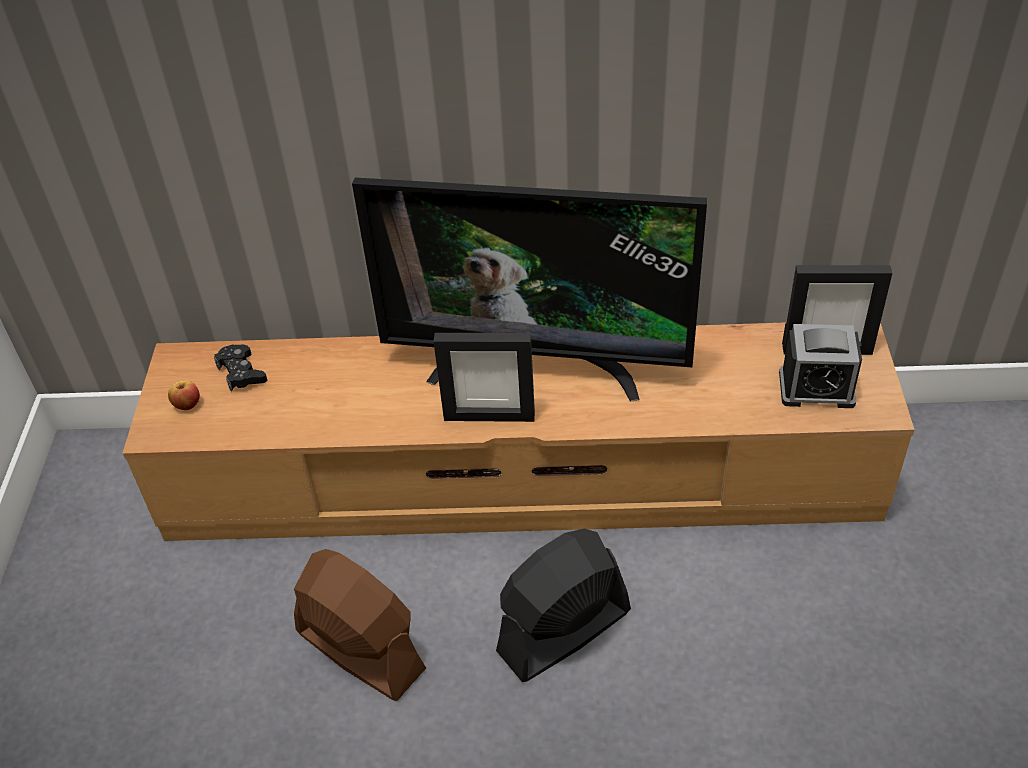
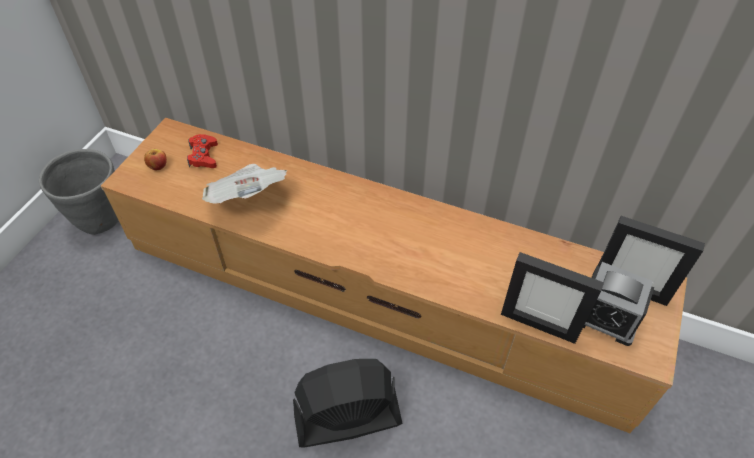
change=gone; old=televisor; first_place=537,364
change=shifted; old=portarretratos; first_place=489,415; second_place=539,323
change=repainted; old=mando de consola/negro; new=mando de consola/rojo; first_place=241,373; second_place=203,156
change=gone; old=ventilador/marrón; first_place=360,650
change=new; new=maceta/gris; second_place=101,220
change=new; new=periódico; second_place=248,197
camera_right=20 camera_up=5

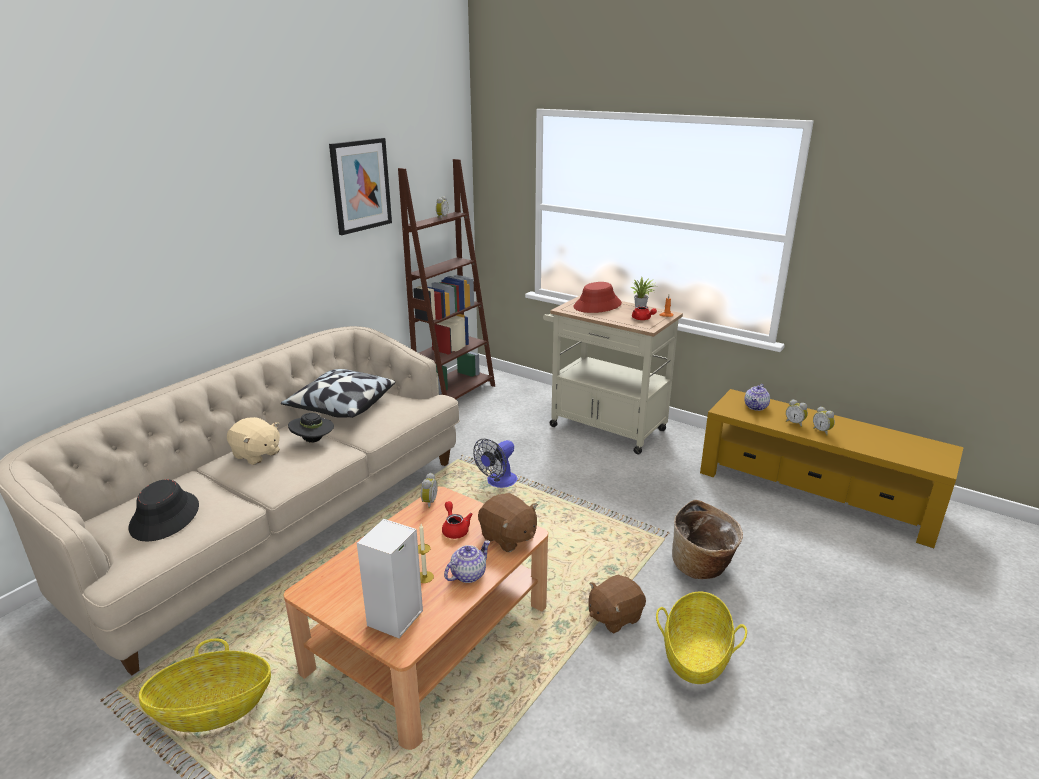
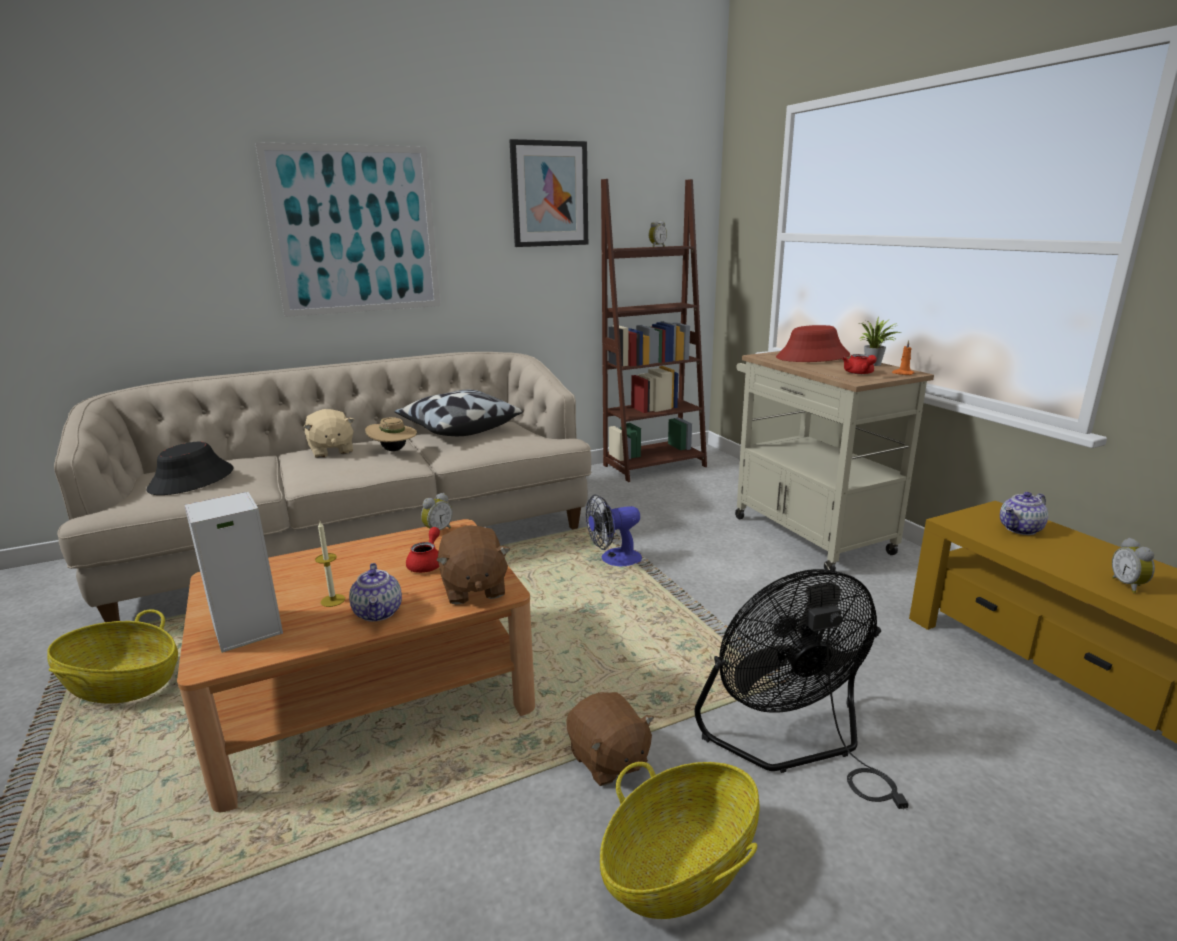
change=gone; old=despertador; first_place=795,423
change=repainted; old=sombrero/negro; new=sombrero/beis; first_place=313,441; second_place=393,450
change=swapped; old=cesta; new=ventilador/negro; first_place=702,567; second_place=804,743
change=rotated; old=tetera; first_place=468,574; second_place=379,613; degrees=90
change=rotated; old=peluche/marrón; first_place=614,616; second_place=608,760; degrees=-120
change=new; new=cuadro; second_place=355,231
camera_right=30 camera_up=-5

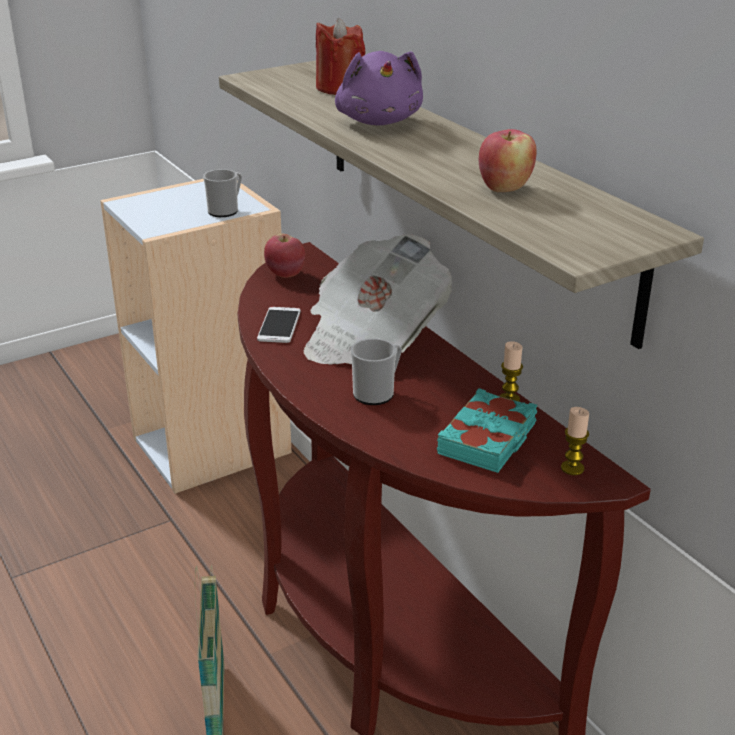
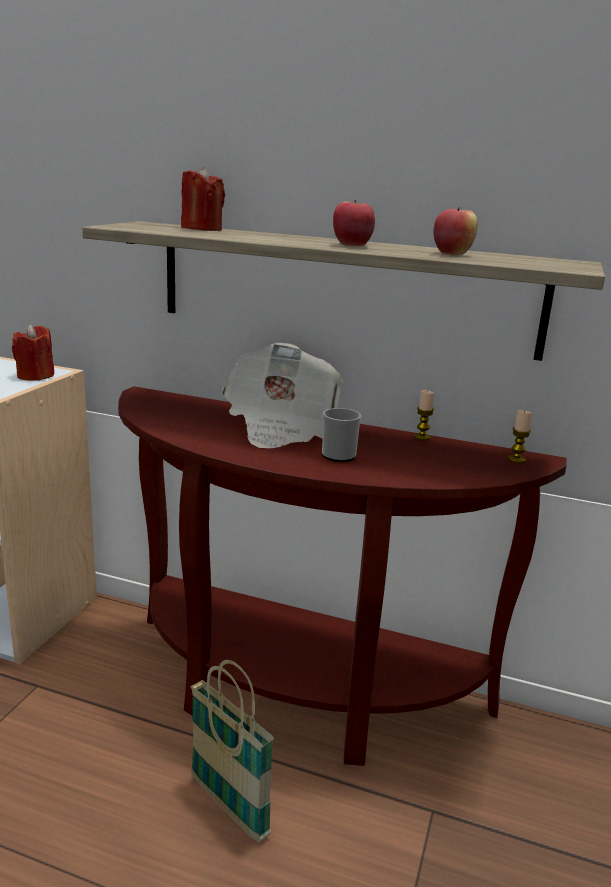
change=gone; old=peluche/morado; first_place=379,121
change=swapped; old=taza grande; new=vela/rojo; first_place=226,210; second_place=35,376
change=shifted; old=manzana; first_place=285,274; second_place=352,245
change=gone; old=móvil; first_place=279,325
change=gone; old=libro/turquesa; first_place=488,439
camera_right=-40 camera_up=-10

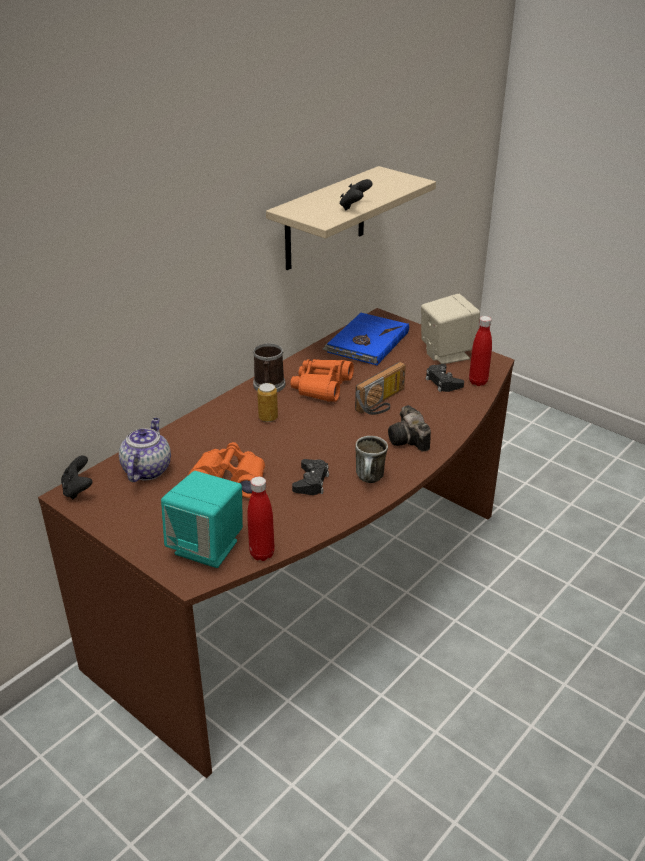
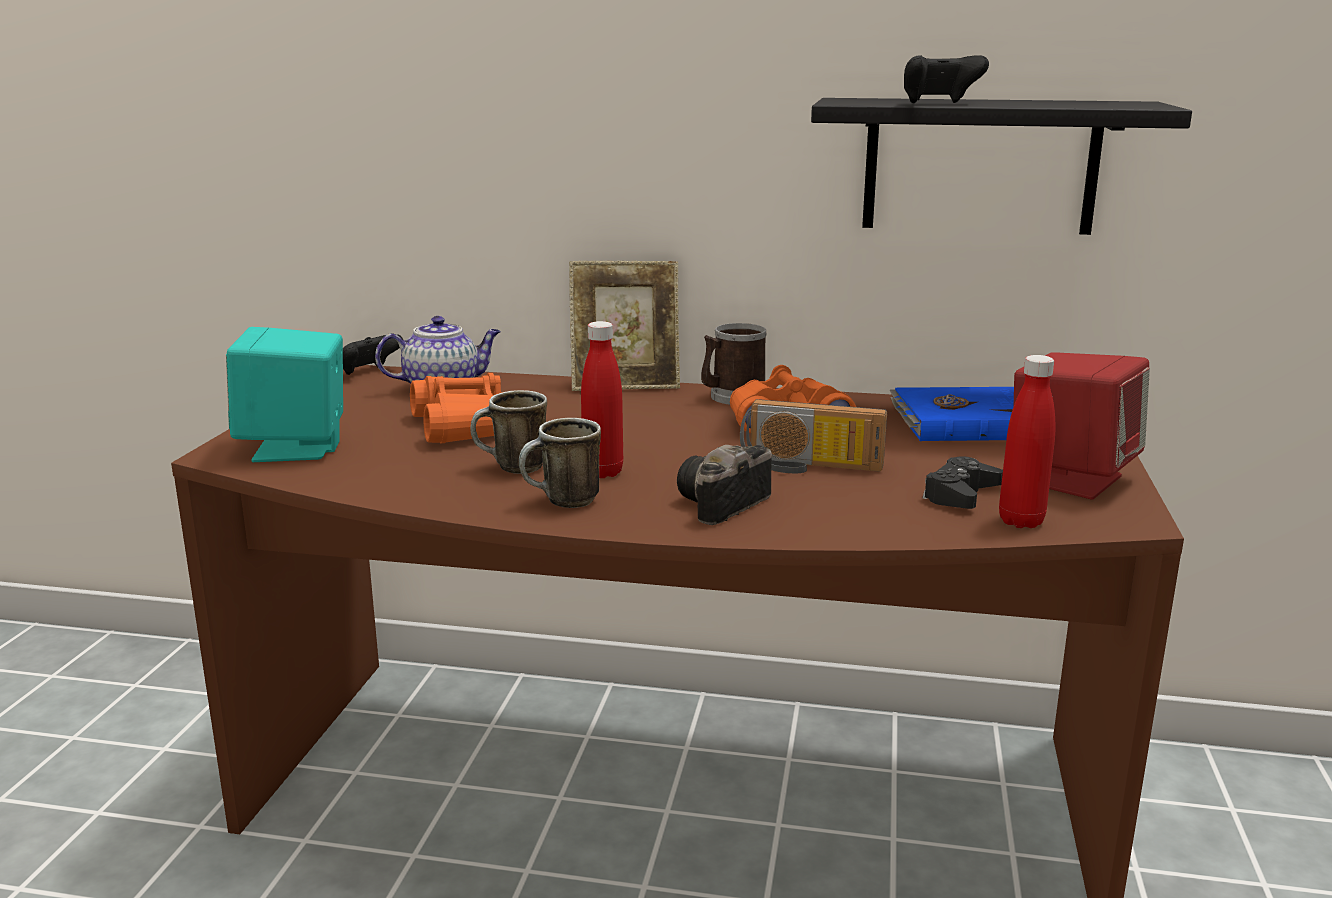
change=repainted; old=estante/beis; new=estante/negro; first_place=325,219; second_place=980,166
change=repainted; old=altavoz/beis; new=altavoz/rojo; first_place=446,353; second_place=1070,478
change=gone; old=lata; first_place=268,418
change=swapped; old=mando de consola/negro; new=taza grande; first_place=311,482; second_place=511,468
change=shifted; old=botella/rojo; first_place=262,554; second_place=603,472
change=new; new=portarretratos; second_place=625,384
camera_right=60 camera_up=-15

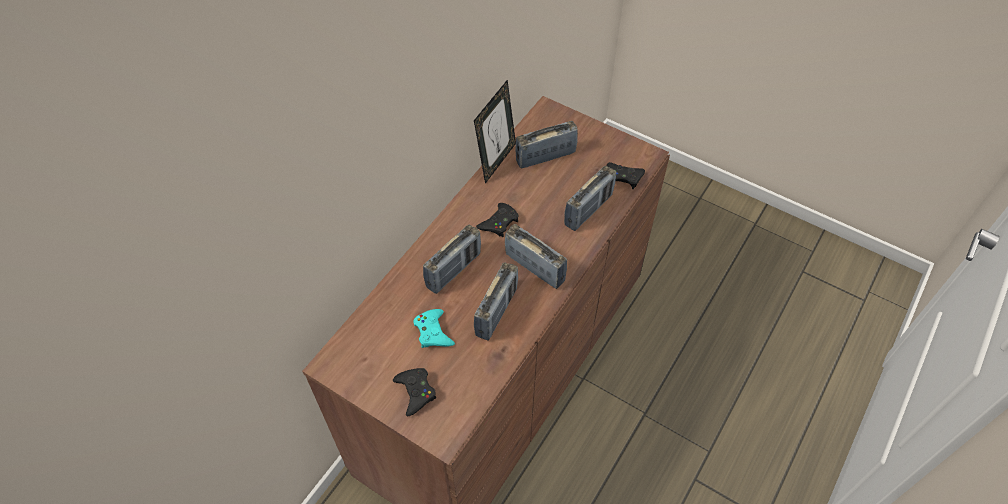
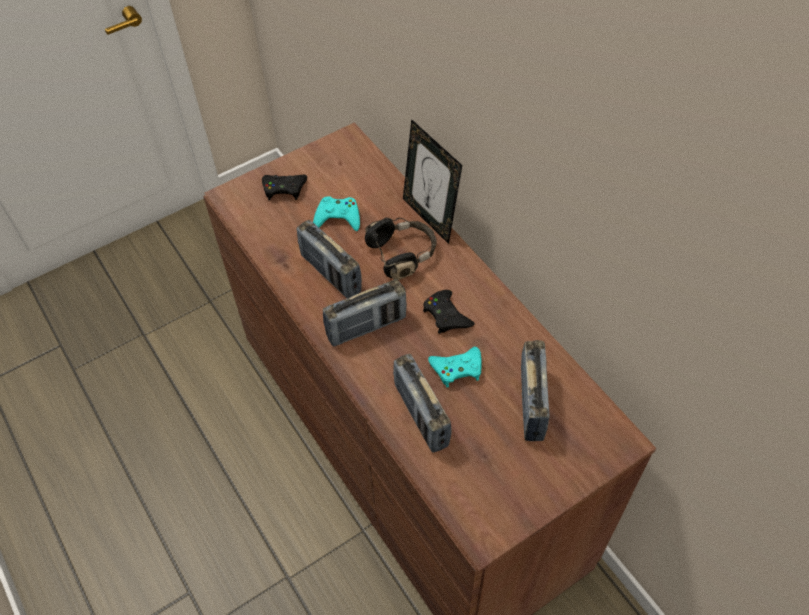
change=shifted; old=portarretratos; first_place=496,161; second_place=430,218
change=gone; old=mando de consola/negro; first_place=623,177
change=swapped; old=radio; new=auriculares/negro; first_place=453,270; second_place=402,254
change=new; new=mando de consola/turquesa; second_place=457,369
camera_right=115 camera_up=0

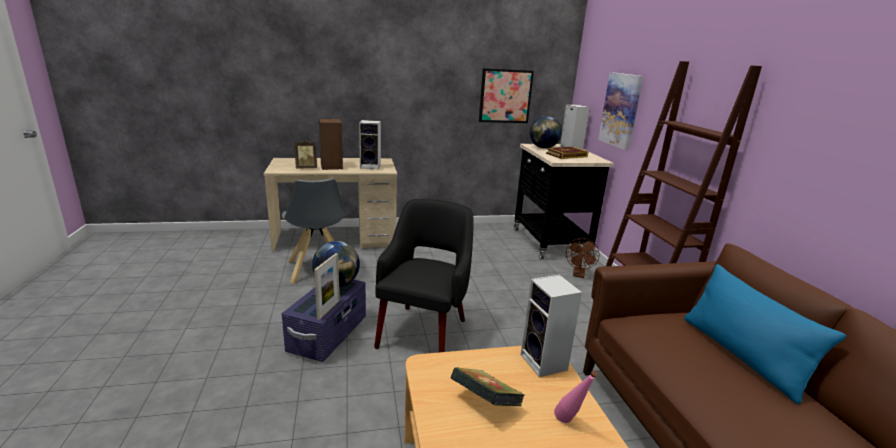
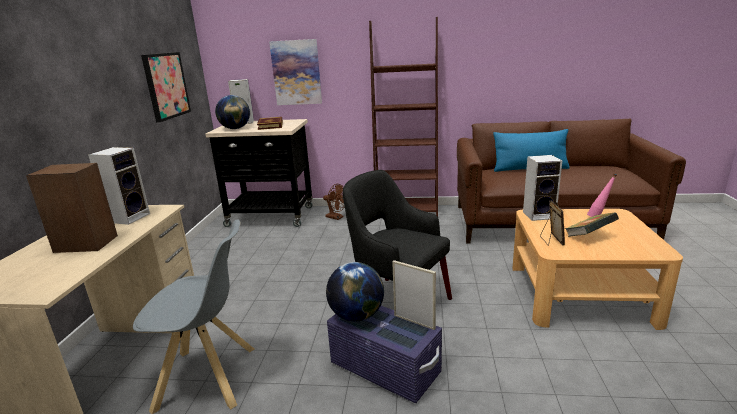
change=shifted; old=portarretratos; first_place=306,168; second_place=551,241
camera_right=-70 camera_up=0

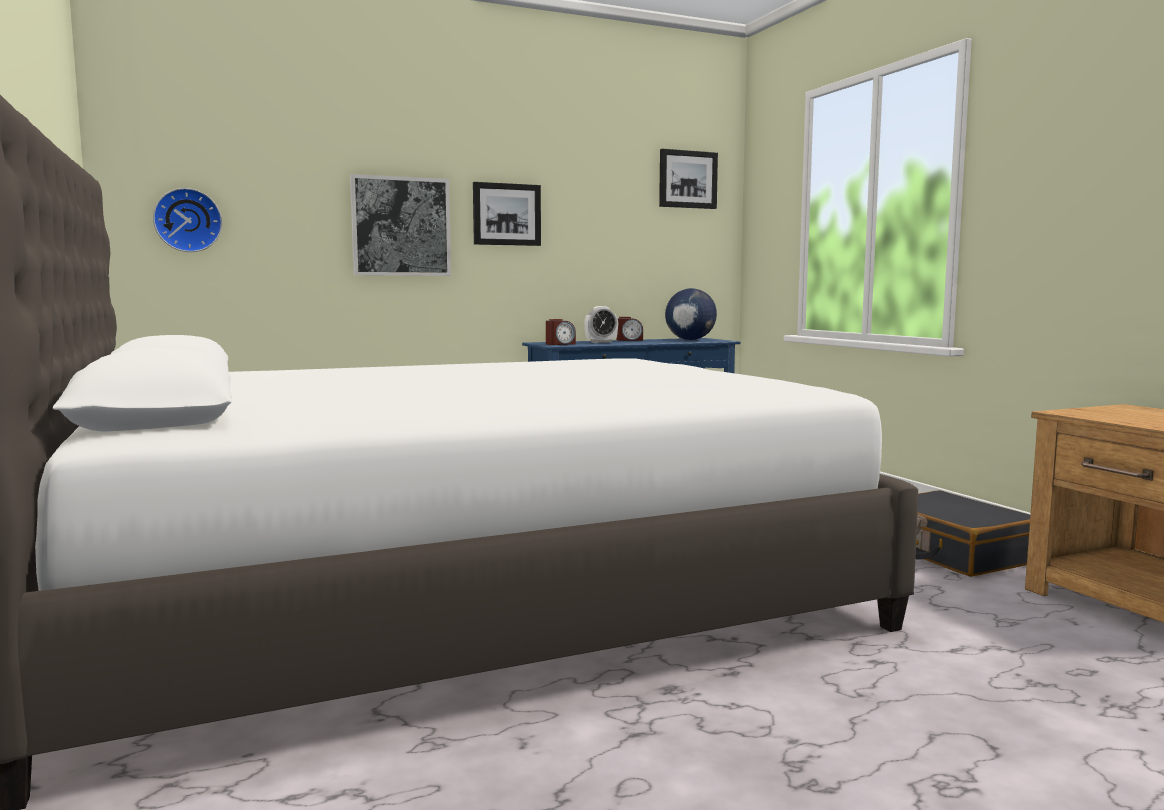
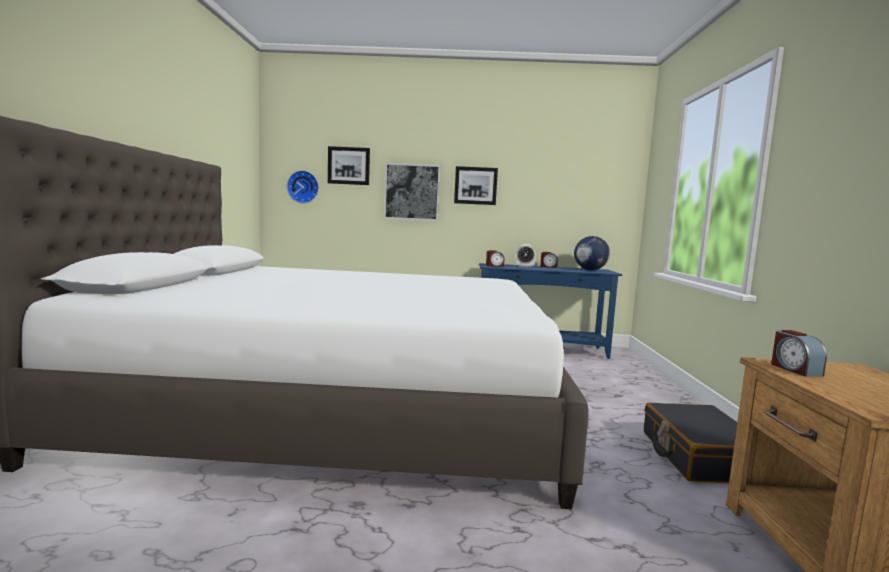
change=shifted; old=cuadro; first_place=687,179; second_place=349,166
change=new; new=despertador; second_place=795,369
camera_right=25 camera_up=0

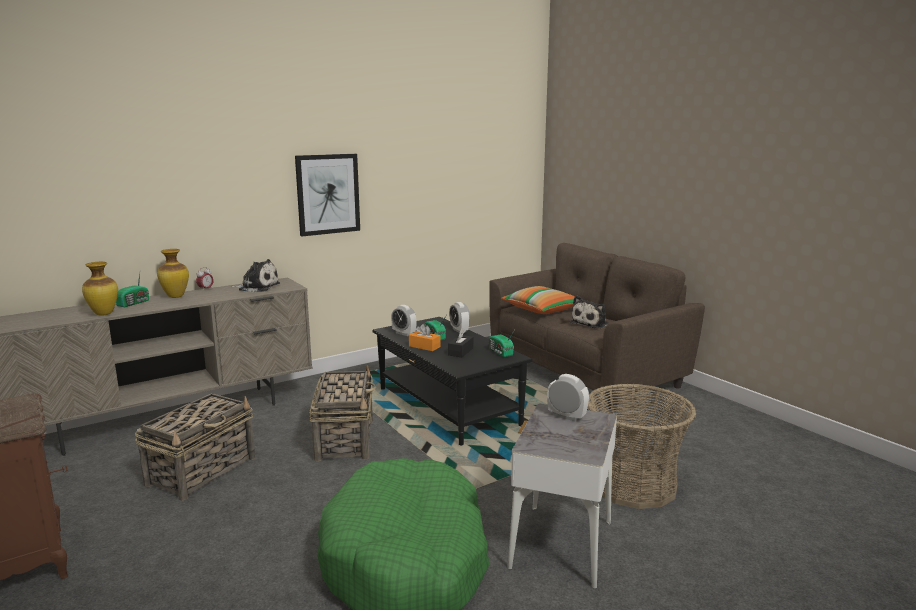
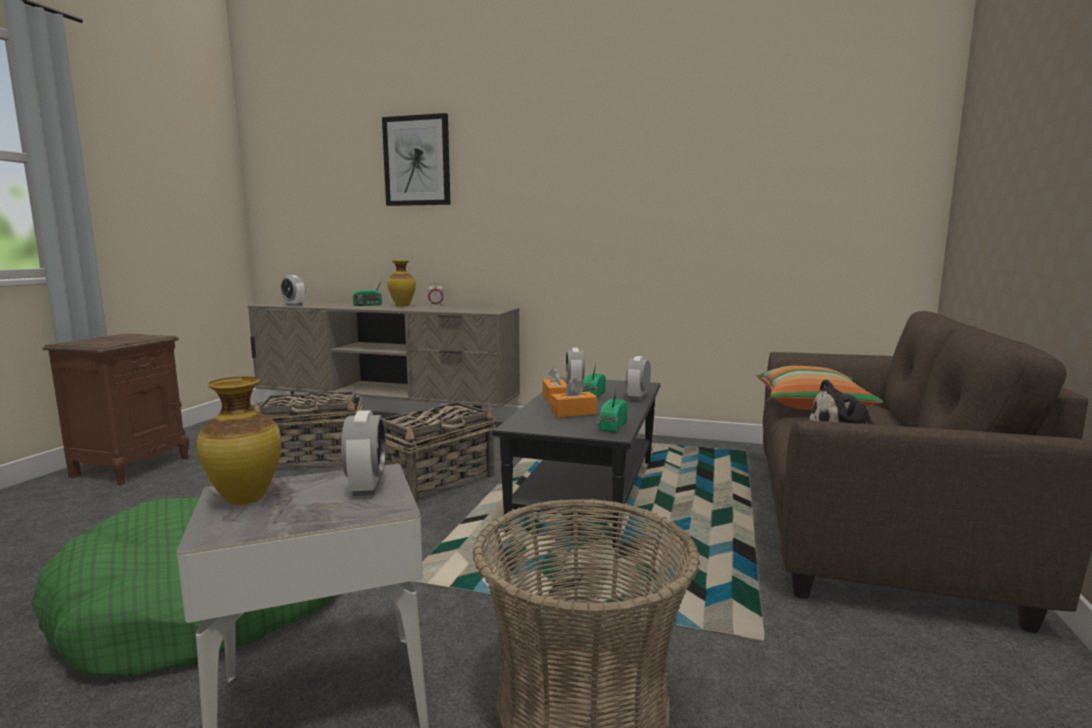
change=shifted; old=cuadro; first_place=328,194; second_place=417,161
change=gone; old=peluche; first_place=257,287
change=shifted; old=florero; first_place=104,314; second_place=246,500
change=repainted; old=caja de pañuelos/negro; new=caja de pañuelos/naranja; first_place=460,351; second_place=573,413
change=new; new=despertador; second_place=294,305
camera_right=50 camera_up=-5

